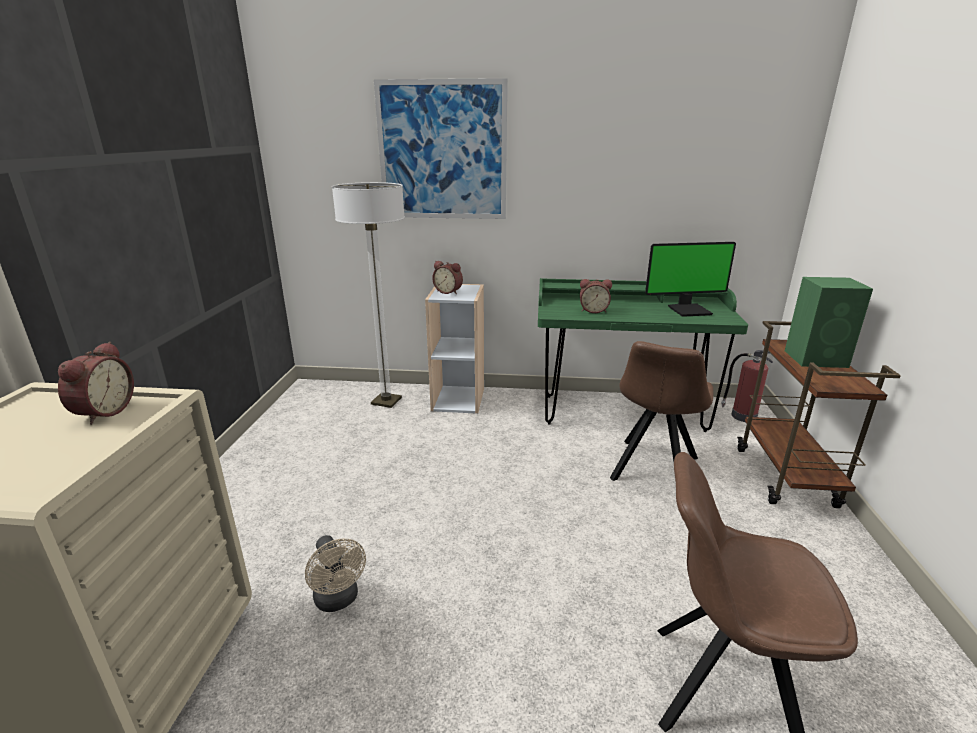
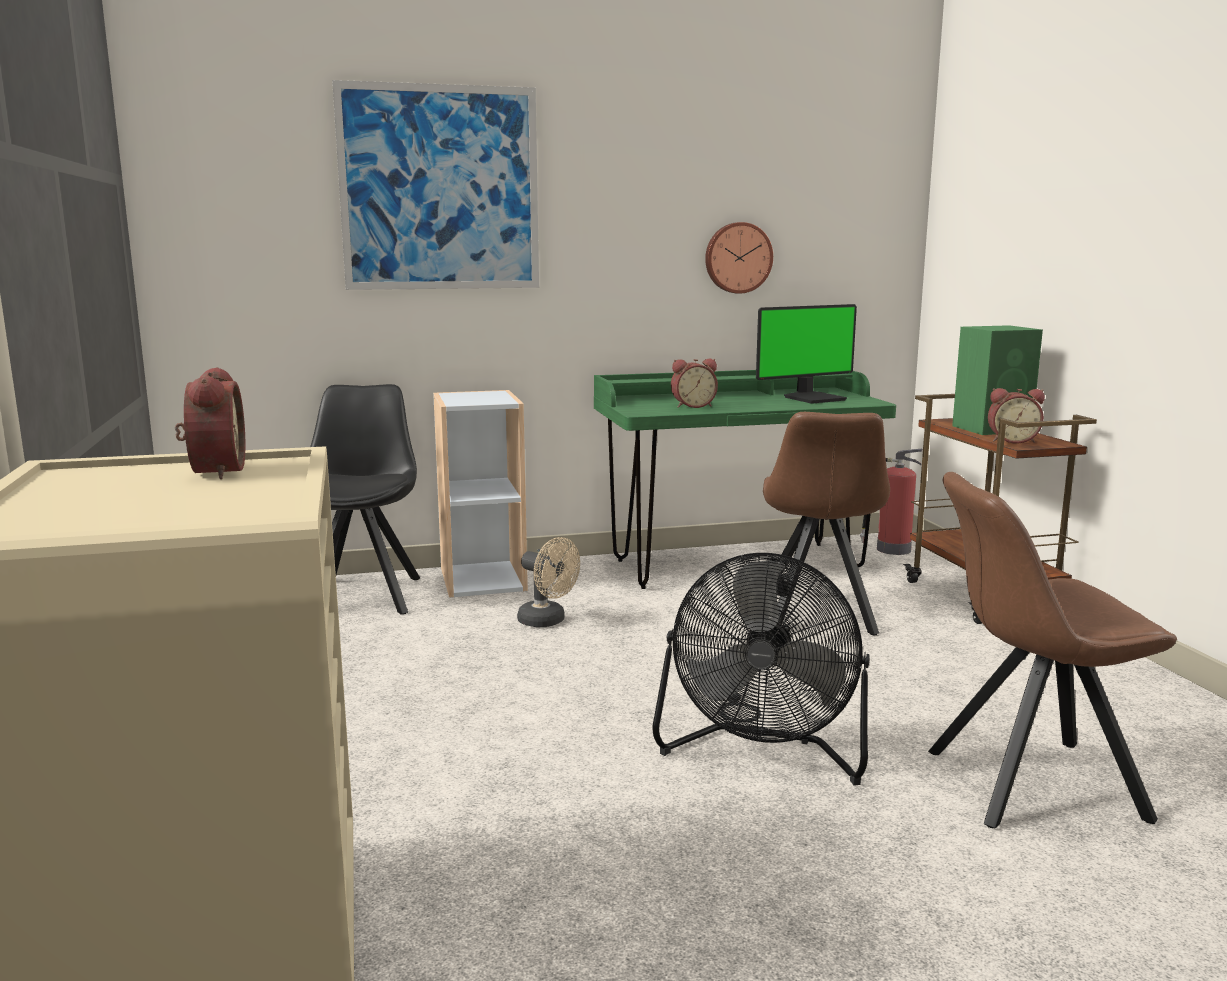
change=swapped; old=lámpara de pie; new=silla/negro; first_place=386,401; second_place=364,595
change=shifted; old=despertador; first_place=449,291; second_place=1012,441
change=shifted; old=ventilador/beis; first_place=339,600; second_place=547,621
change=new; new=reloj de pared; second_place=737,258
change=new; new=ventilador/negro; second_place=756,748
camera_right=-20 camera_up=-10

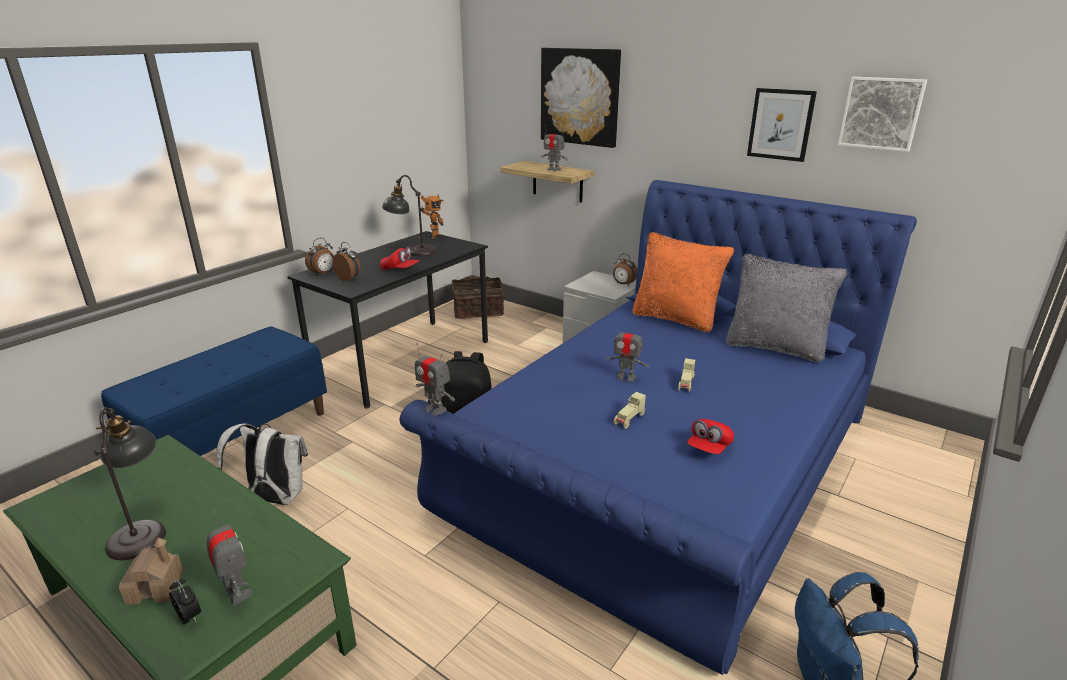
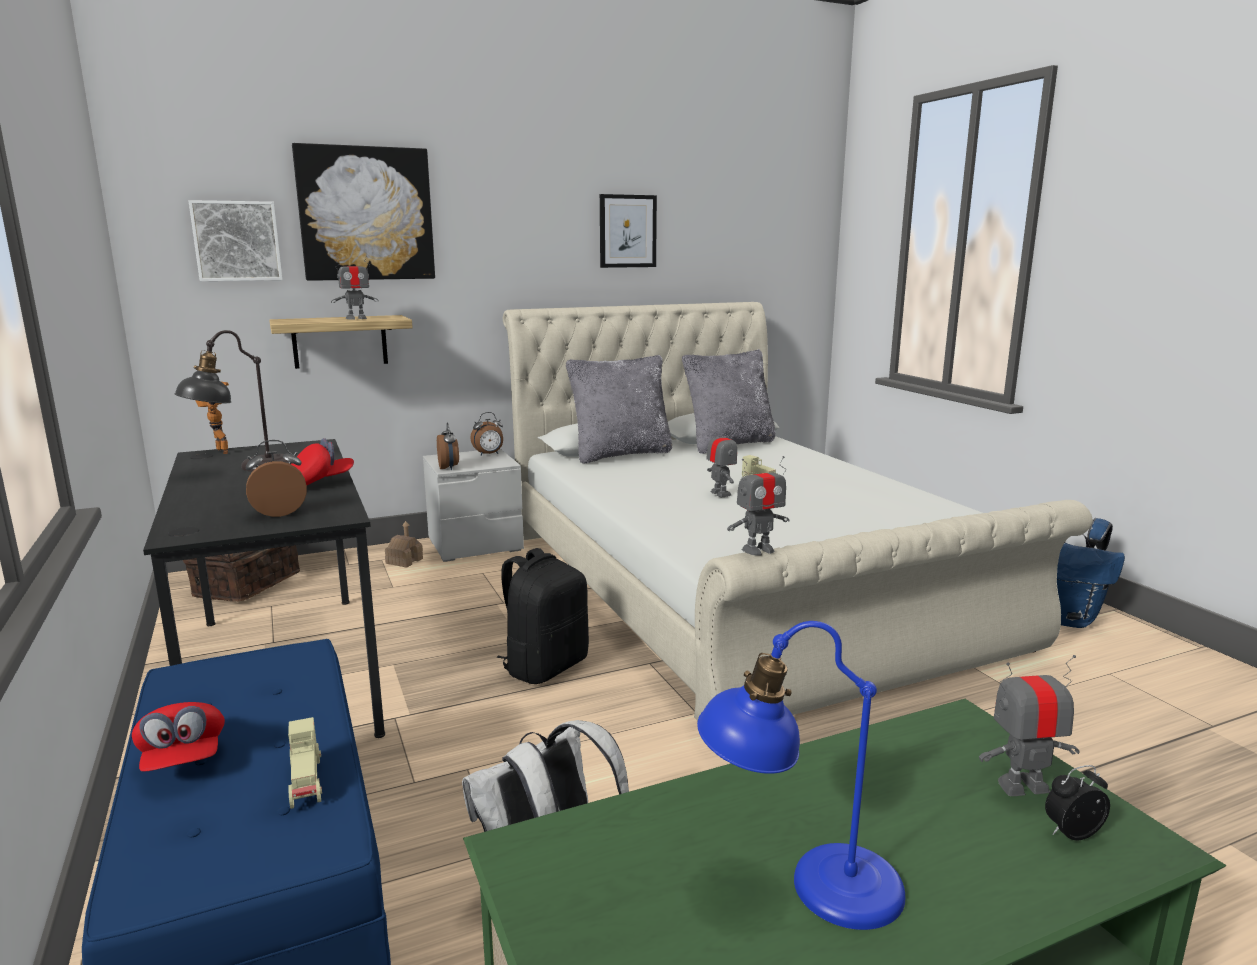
change=shifted; old=cuadro; first_place=881,113; second_place=237,241
change=repainted; old=cama/azul; new=cama/beis; first_place=666,457; second_place=737,583
change=repainted; old=cojín/naranja; new=cojín/gris; first_place=675,320; second_place=622,456
change=shifted; old=despertador; first_place=323,274; second_place=449,468
change=rotated; old=robot de juguete; first_place=626,377; second_place=720,494; degrees=-75
change=shifted; old=coche de juguete/beis; first_place=629,419; second_place=307,783
change=repainted; old=lámpara de mesa/gris; new=lámpara de mesa/azul; first_place=141,524; second_place=799,880
change=shifted; old=gorra/rojo; first_place=709,447; second_place=183,759
change=shifted; old=casita; first_place=155,587; second_place=404,561
camera_right=-60 camera_up=-10

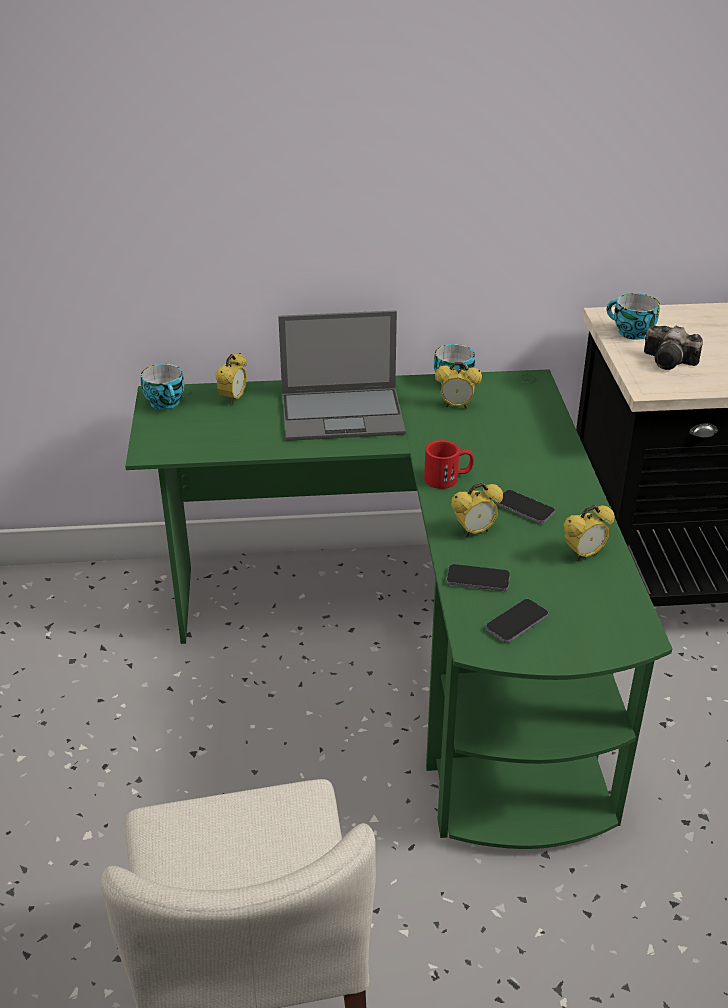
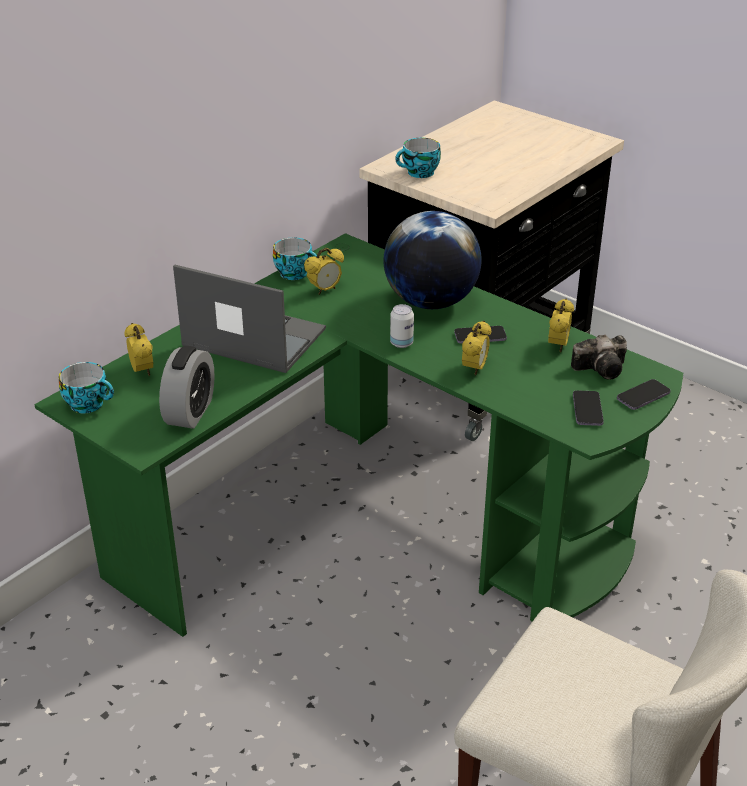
change=rotated; old=portátil; first_place=344,414; second_place=252,337; degrees=-105
change=shifted; old=cámara; first_place=671,361; second_place=603,368
change=swapped; old=taza grande/rojo; new=lata; first_place=448,478; second_place=401,343
change=shifted; old=móvil; first_place=478,579; second_place=643,396
change=new; new=globo terráqueo; second_place=431,302
change=new; new=despertador; second_place=190,412
camera_right=-45 camera_up=0

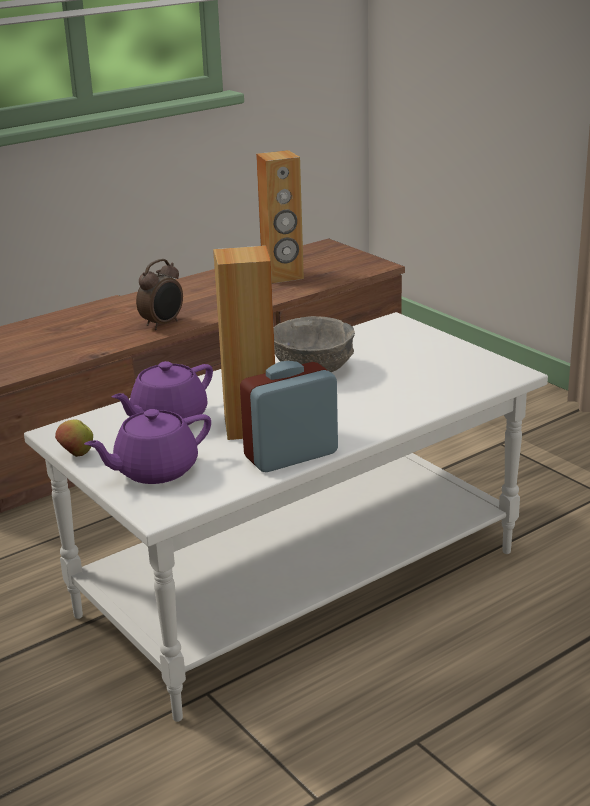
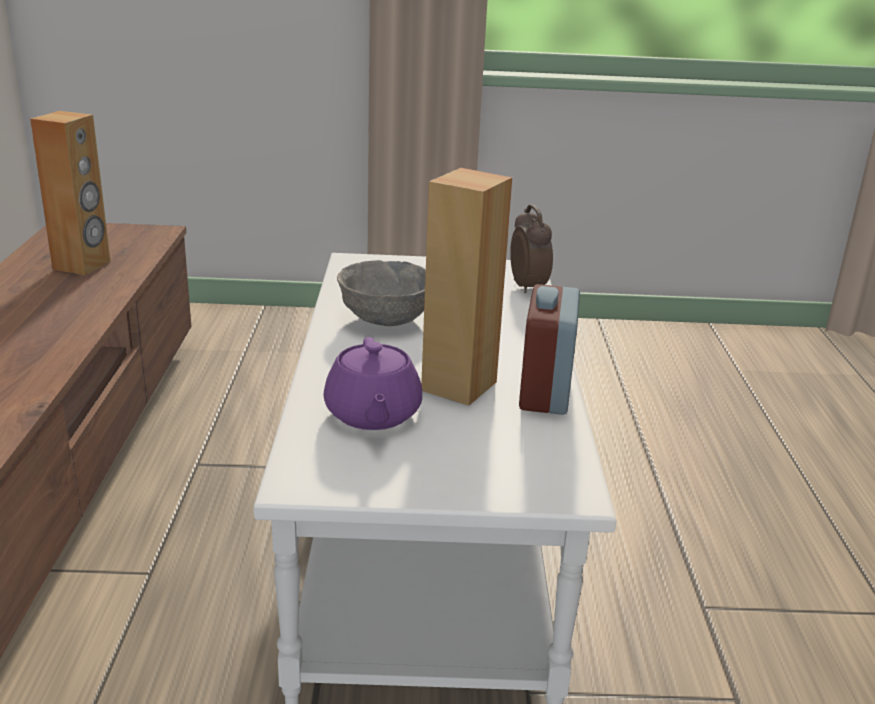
change=shifted; old=despertador; first_place=163,324; second_place=529,287
change=gone; old=tetera/morado; first_place=154,470
change=gone; old=manzana; first_place=76,454
camera_right=-55 camera_up=0

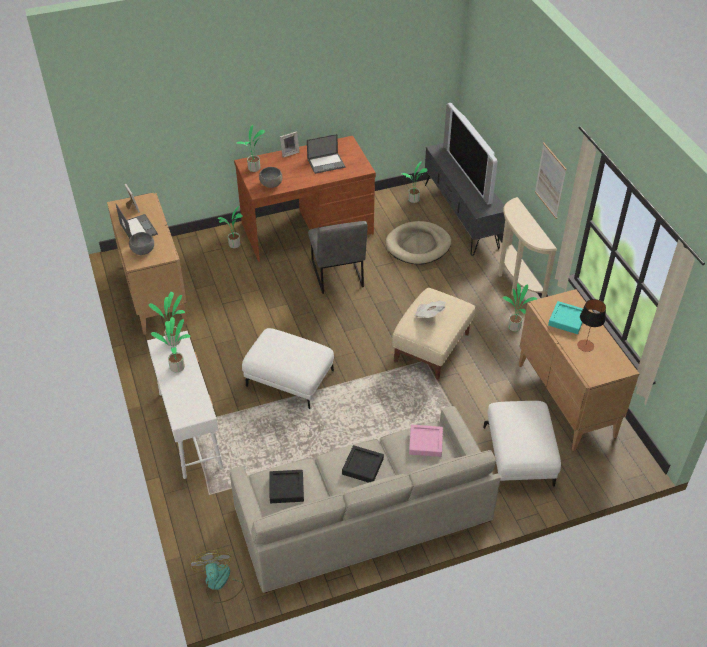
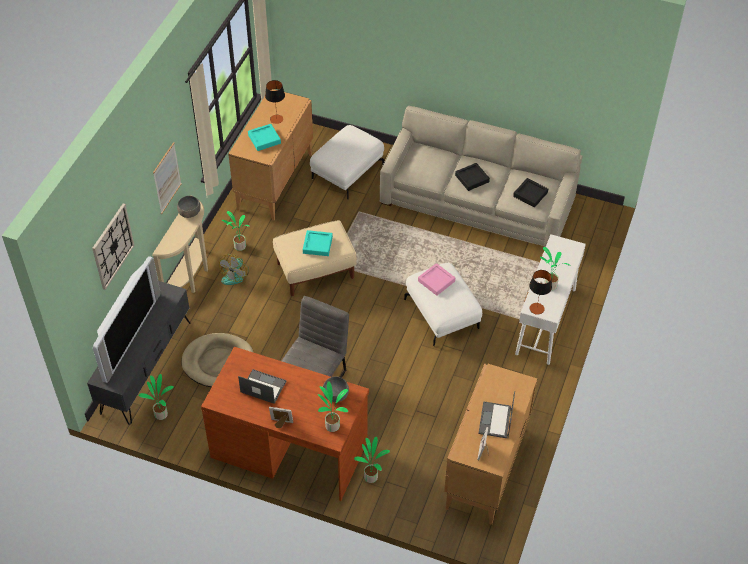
change=shifted; old=cuenco/gris; first_place=143,250; second_place=189,213
change=swapped; old=planta en maceta; new=lámpara de mesa; first_place=174,340; second_place=536,308
change=swapped; old=periódico; new=bandeja/turquesa; first_place=429,315; second_place=317,245
change=shifted; old=bandeja/rosa; first_place=425,443; second_place=436,281
change=shifted; old=ventilador; first_place=219,583; second_place=235,275
change=new; new=reloj de pared; second_place=112,246
camera_right=-140 camera_up=5

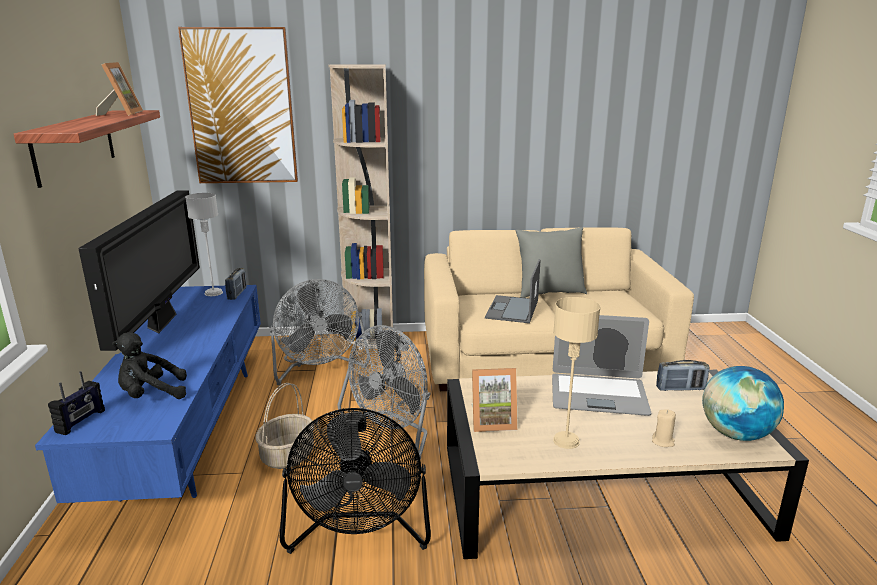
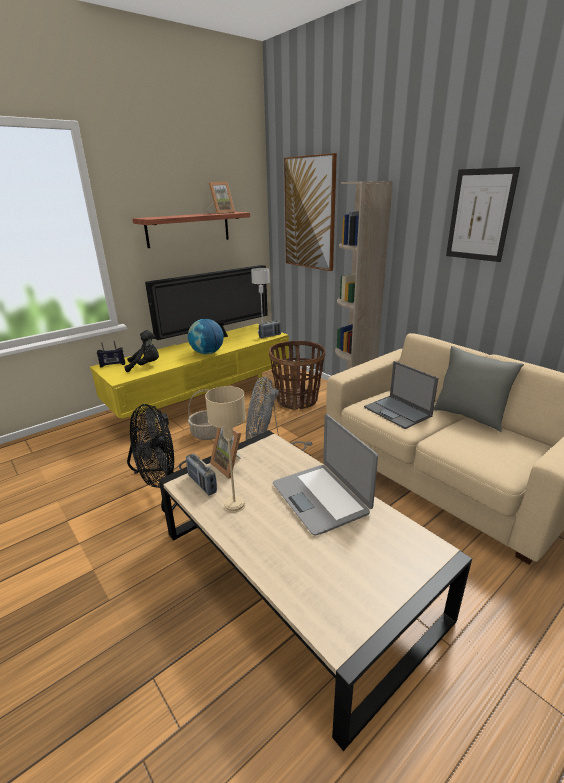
change=rotated; old=portátil; first_place=512,310; second_place=398,412; degrees=-105
change=swapped; old=ventilador/gris; new=cesta; first_place=315,368; second_place=297,400
change=repainted; old=mueble de televisión/azul; new=mueble de televisión/amarillo; first_place=186,429; second_place=202,399
change=rotated; old=peluche/negro; first_place=151,395; second_place=145,366; degrees=135
change=shifted; old=radio; first_place=680,388; second_place=202,484
change=shifted; old=globo terráqueo; first_place=736,434; second_place=207,353
change=gone; old=vela/beis; first_place=663,441
change=new; new=cuadro; second_place=480,215
camera_right=55 camera_up=5

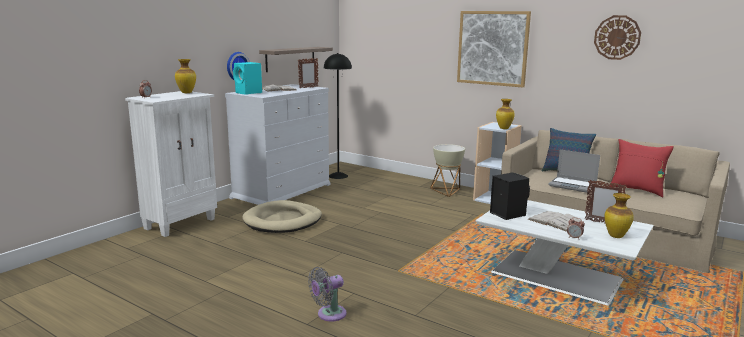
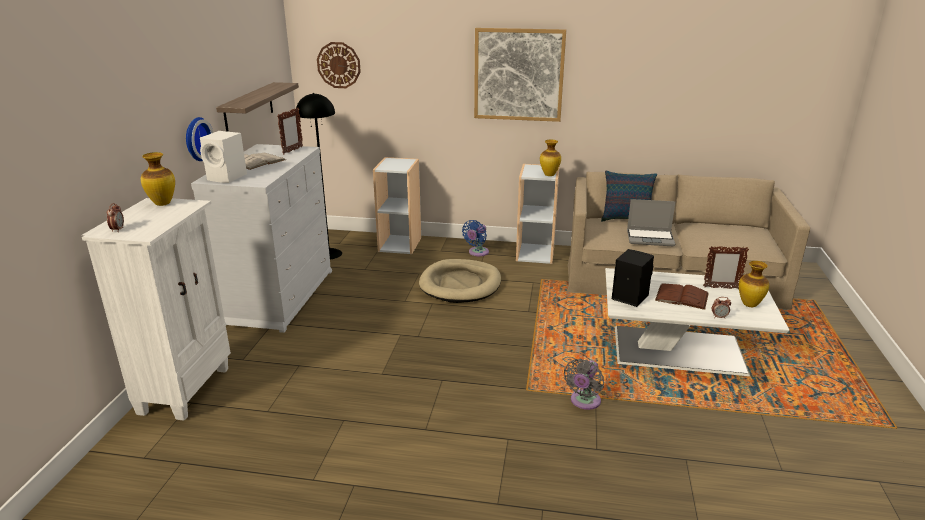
change=shifted; old=reloj de pared; first_place=617,37; second_place=338,65
change=repainted; old=altavoz/turquesa; new=altavoz/blanco; first_place=249,93; second_place=228,177
change=gone; old=cojín/rojo; first_place=636,190
change=swapped; old=maceta; new=ventilador/azul; first_place=447,191; second_place=477,253
change=shifted; old=cama para perro/beis; first_place=283,221; second_place=460,284
change=repainted; old=libro/blanco; new=libro/marrón; first_place=555,221; second_place=681,297
change=shifted; old=ventilador/gris; first_place=329,314; second_place=584,402
change=new; new=estantería; second_place=400,244
camera_right=-25 camera_up=10

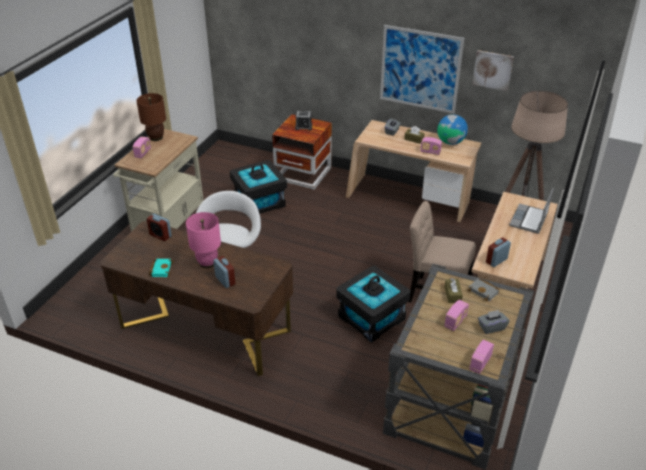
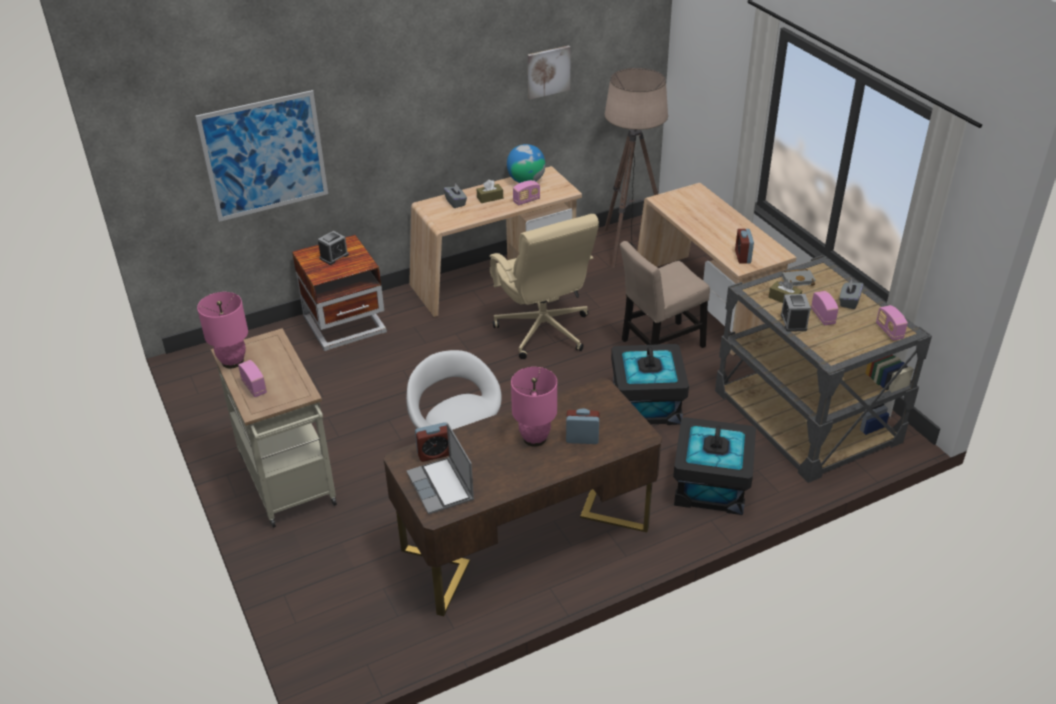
change=shifted; old=cuadro; first_place=420,69; second_place=264,156
change=repainted; old=lámpara de mesa/marrón; new=lámpara de mesa/rosa; first_place=156,137; second_place=233,361
change=shifted; old=caja de almacenaje/negro; first_place=259,202; second_place=711,486
change=shifted; old=portátil; first_place=529,220; second_place=441,487
change=gone; old=libro/turquesa; first_place=160,269
change=new; new=silla de oficina/beis; second_place=543,329
change=new; new=despertador; second_place=793,322
camera_right=-50 camera_up=0

